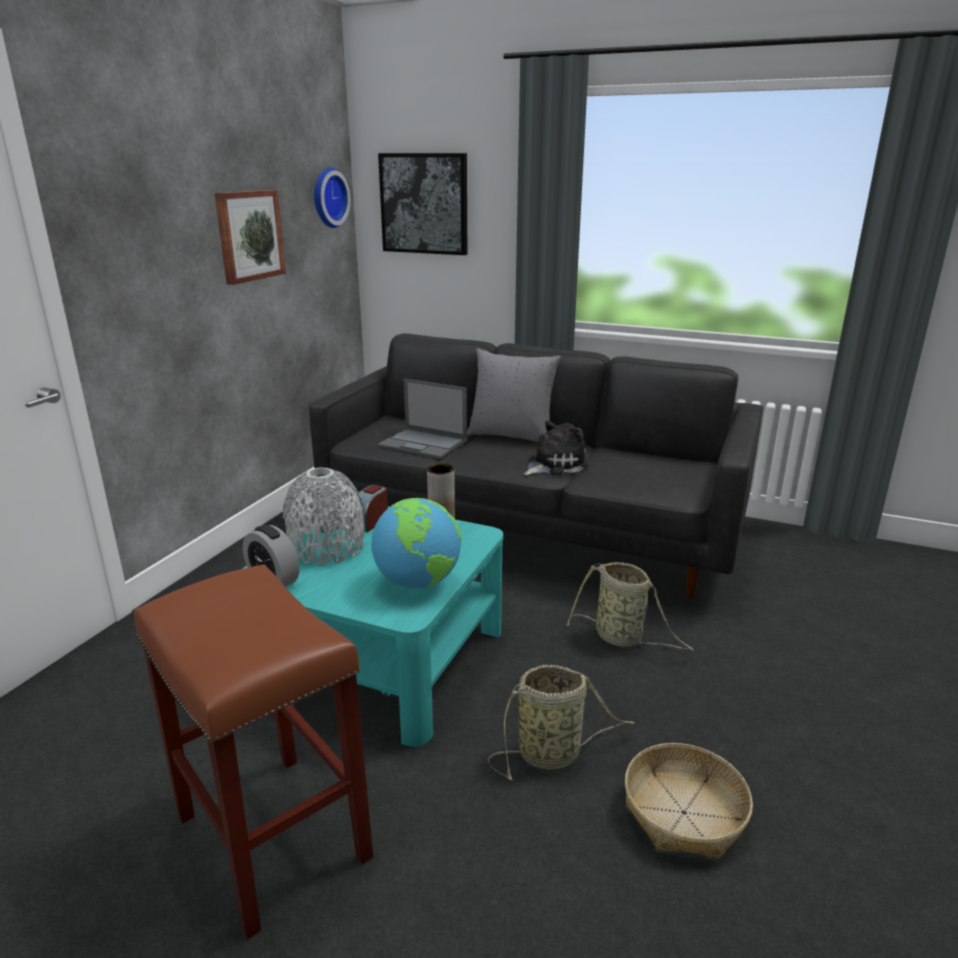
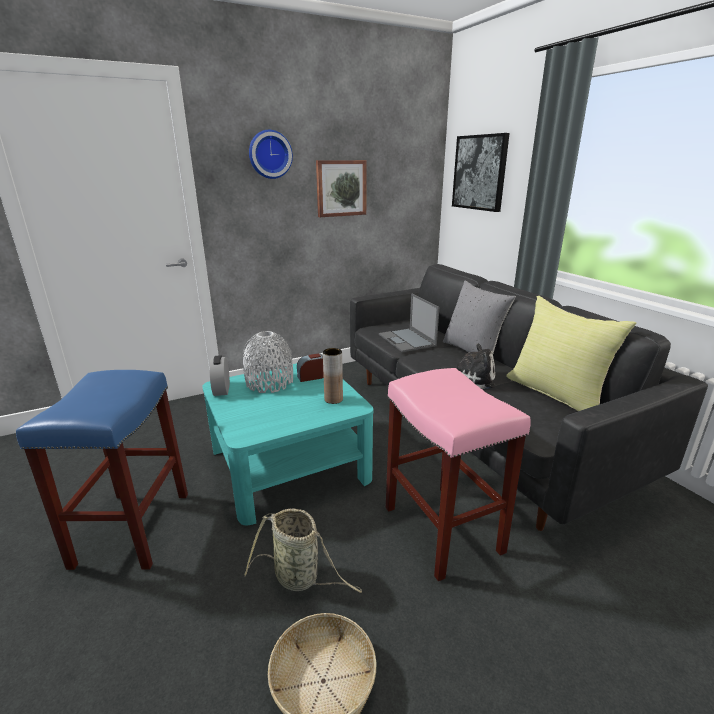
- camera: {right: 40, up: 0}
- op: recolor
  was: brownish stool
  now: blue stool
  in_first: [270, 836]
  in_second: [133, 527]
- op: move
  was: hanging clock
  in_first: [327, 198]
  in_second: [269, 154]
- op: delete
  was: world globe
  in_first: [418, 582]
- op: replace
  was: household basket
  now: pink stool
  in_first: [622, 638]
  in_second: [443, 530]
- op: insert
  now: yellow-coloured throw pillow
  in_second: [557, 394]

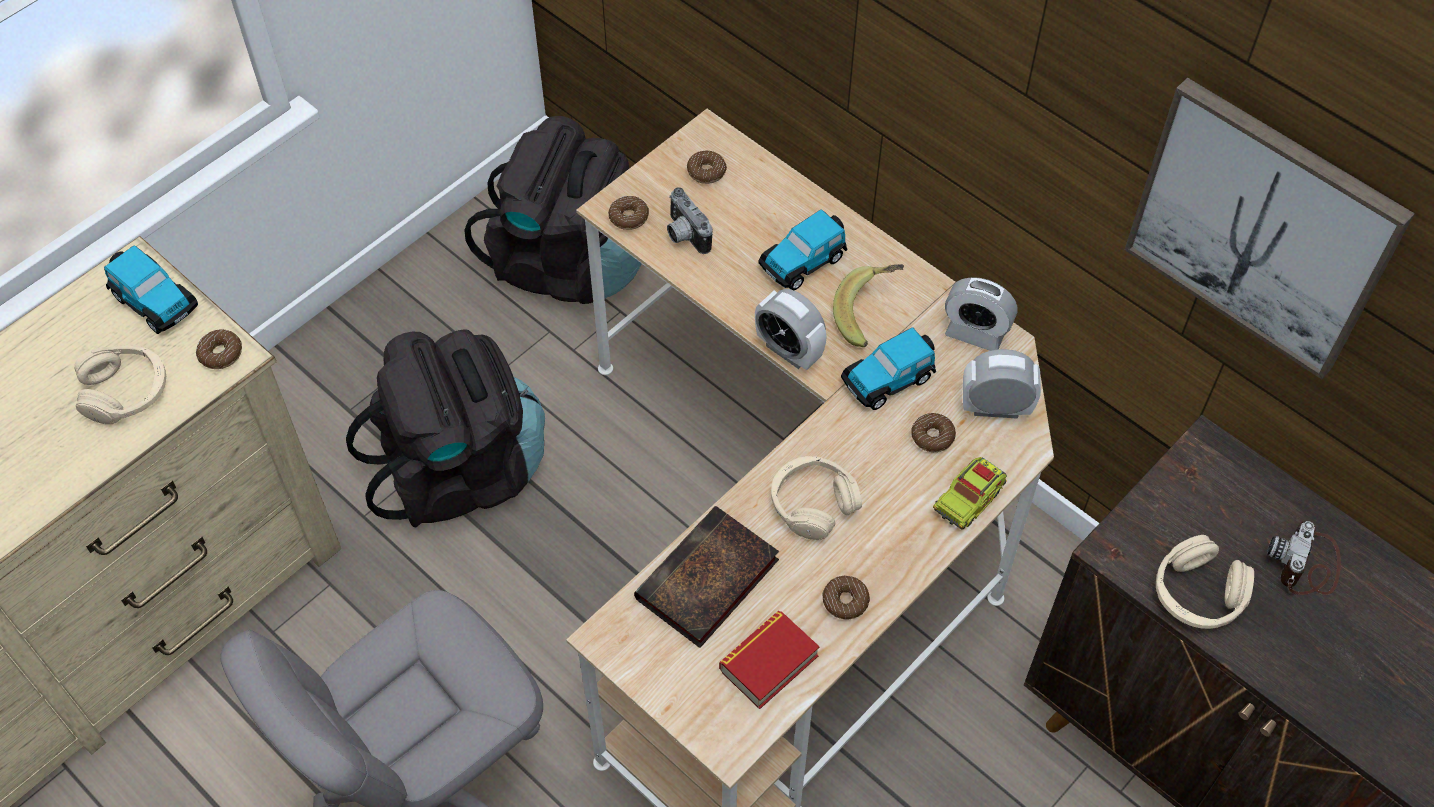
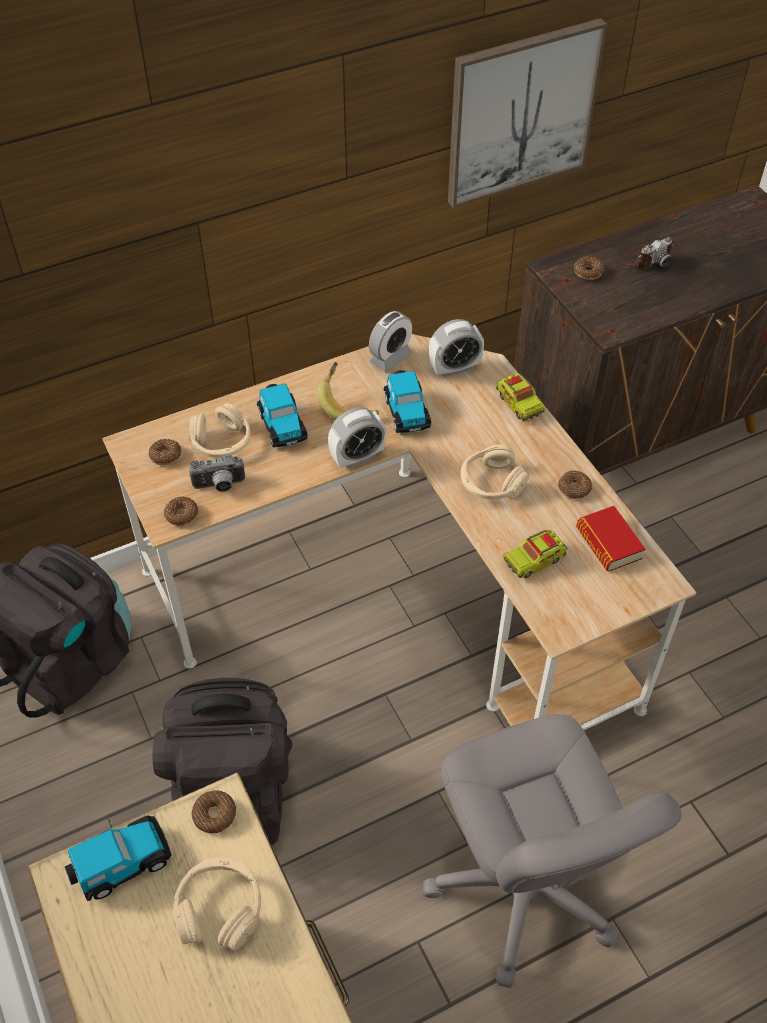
- camera: {right: -70, up: -5}
- op: replace
  was: bound book
  now: model truck
  in_first: [706, 583]
  in_second: [534, 560]
- op: move
  was: ring doughnut
  in_first: [932, 436]
  in_second: [588, 272]
- op: rotate
  was: alarm clock
  in_first: [995, 408]
  in_second: [454, 368]
  clockwise: -135
- op: move
  was: sand-coloured pair of headphones
  in_first: [1197, 594]
  in_second: [221, 442]
- op: rotate
  was: still camera
  in_first: [1306, 565]
  in_second: [646, 258]
  clockwise: -75

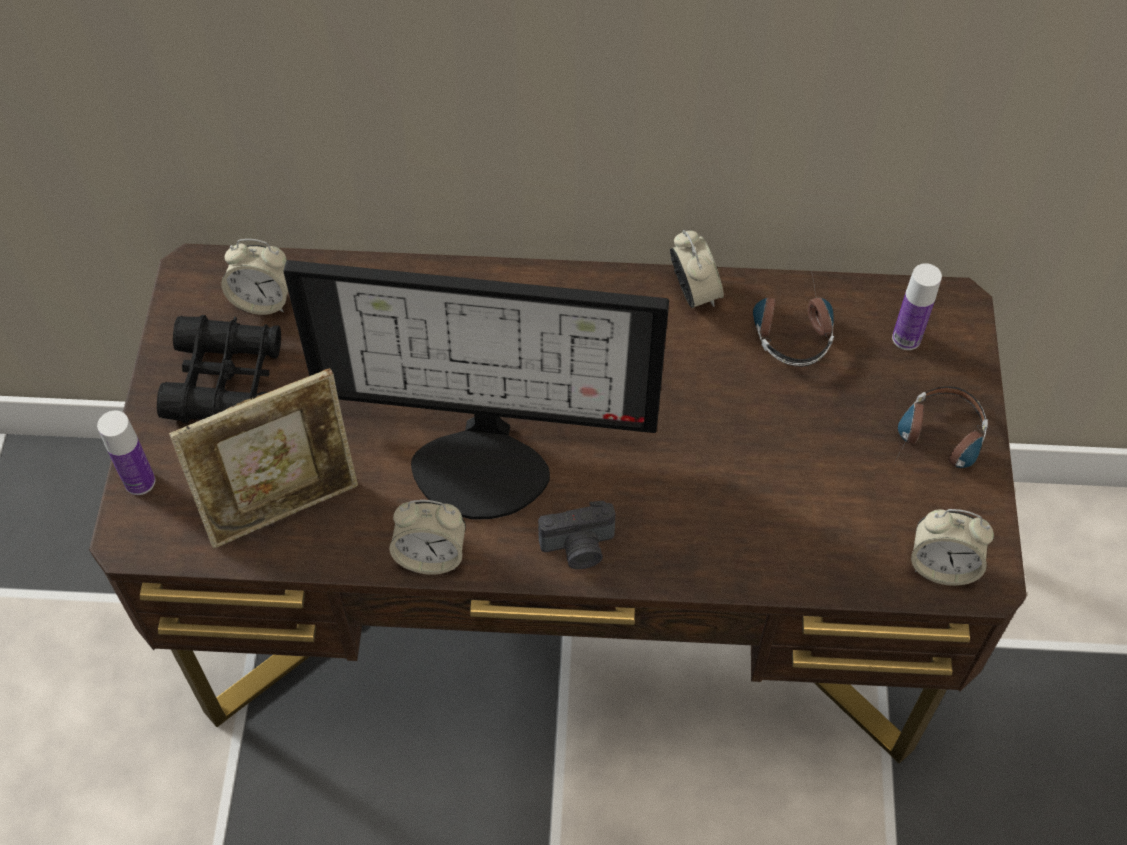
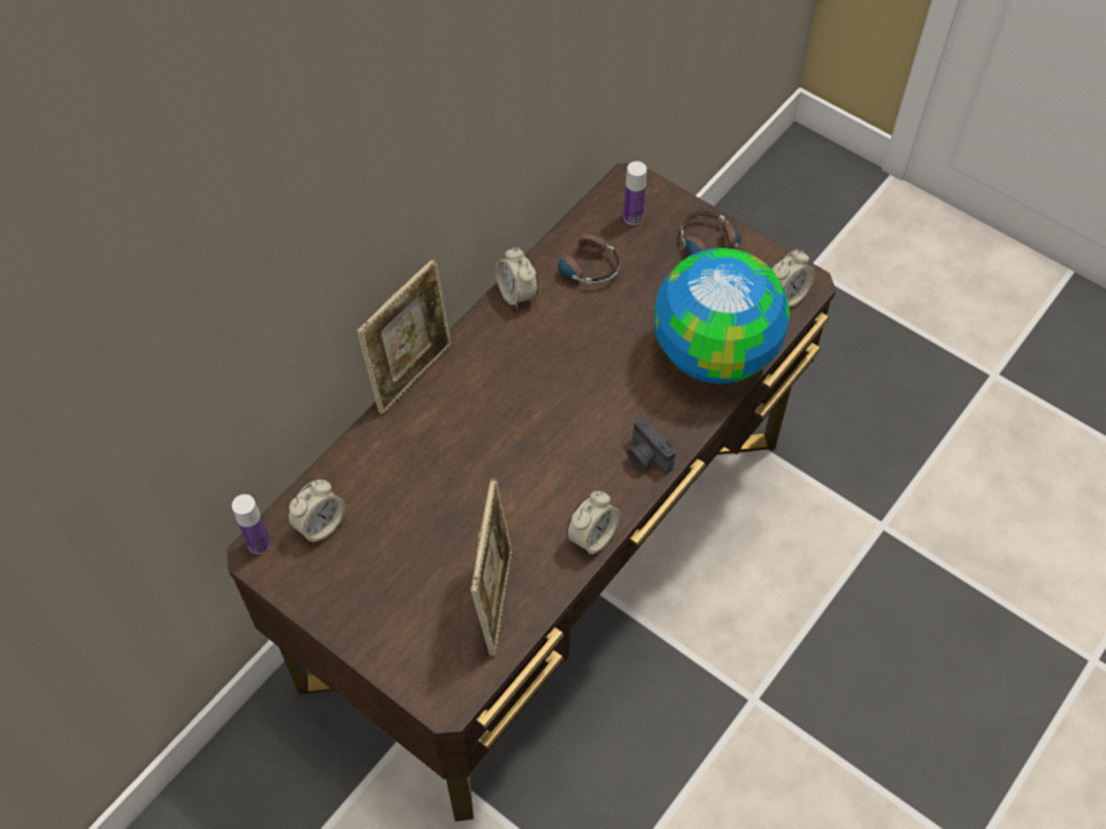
- camera: {right: -55, up: 0}
- op: move
  was: beverage bottle
  in_first: [140, 482]
  in_second: [259, 543]
- op: delete
  was: blackish pair of binoculars
  in_first: [225, 381]
- op: delete
  was: monitor
  in_first: [484, 460]
- op: rotate
  was: still camera
  in_first: [579, 548]
  in_second: [646, 457]
  clockwise: 120
- op: rotate
  was: alarm clock
  in_first: [694, 293]
  in_second: [517, 294]
  clockwise: -135
- op: insert
  now: standing frame
  in_second: [412, 374]
- op: insert
  now: world globe
  in_second: [713, 352]

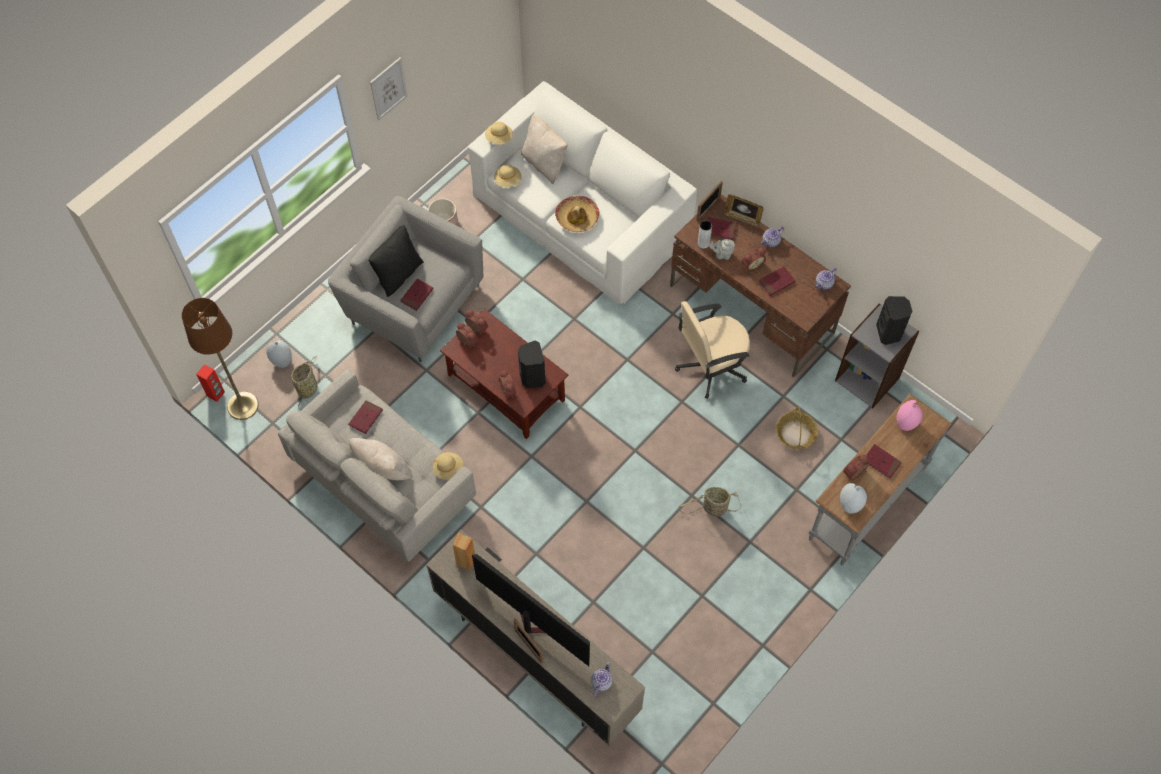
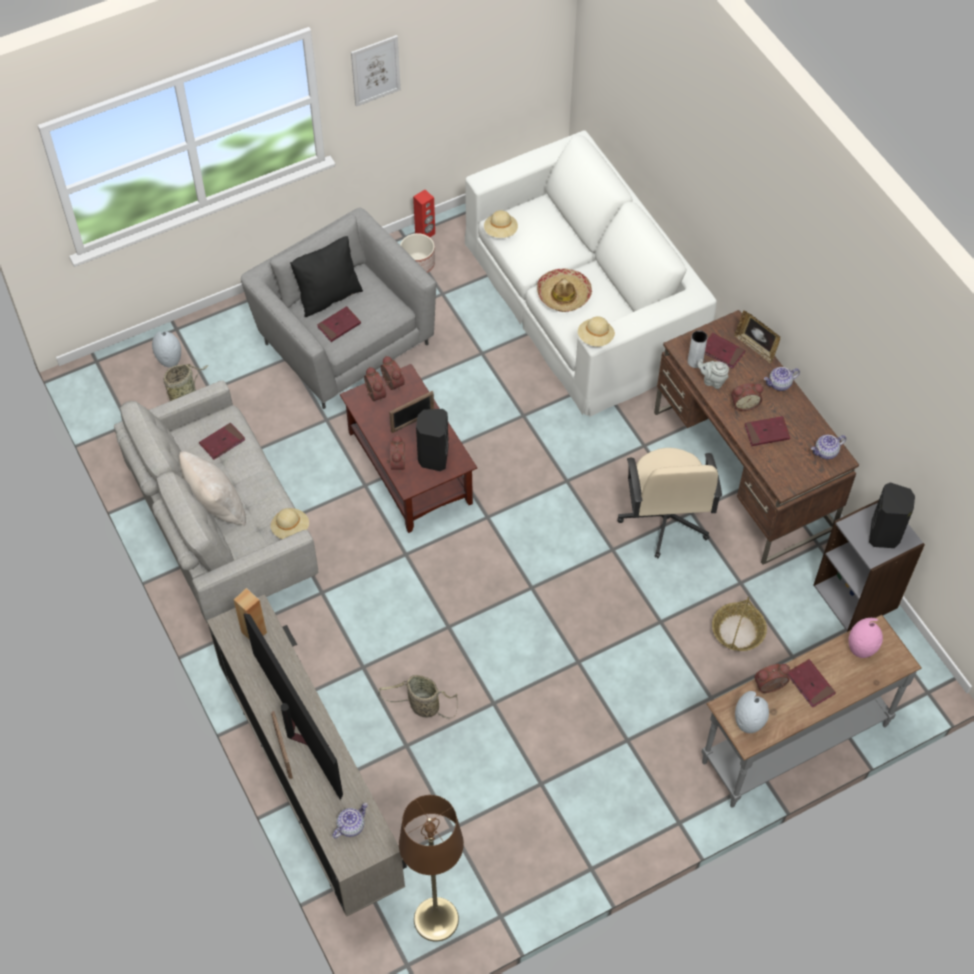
- camera: {right: 20, up: -5}
- op: move
  was: brownish floor lamp
  in_first: [243, 405]
  in_second: [436, 919]
- op: move
  was: red-coloured loudspeaker
  in_first: [216, 394]
  in_second: [425, 233]
- op: move
  was: sand-coloured hat
  in_first: [499, 138]
  in_second: [595, 338]
- op: delete
  was: sand-coloured throw pillow
  in_first: [544, 163]
- op: rotate
  was: sand-coloured desk chair
  in_first: [710, 366]
  in_second: [664, 520]
  clockwise: -90
- op: move
  was: household basket
  in_first: [712, 509]
  in_second: [422, 706]
- op: move
  was: standing frame
  in_first: [708, 209]
  in_second: [412, 422]

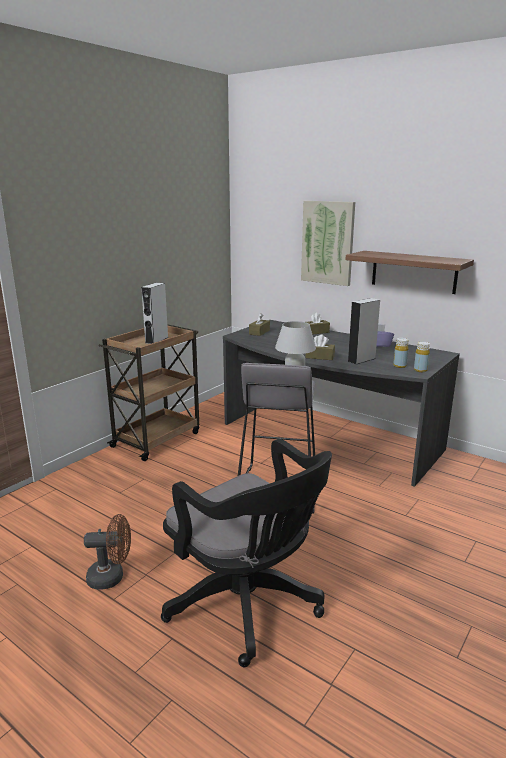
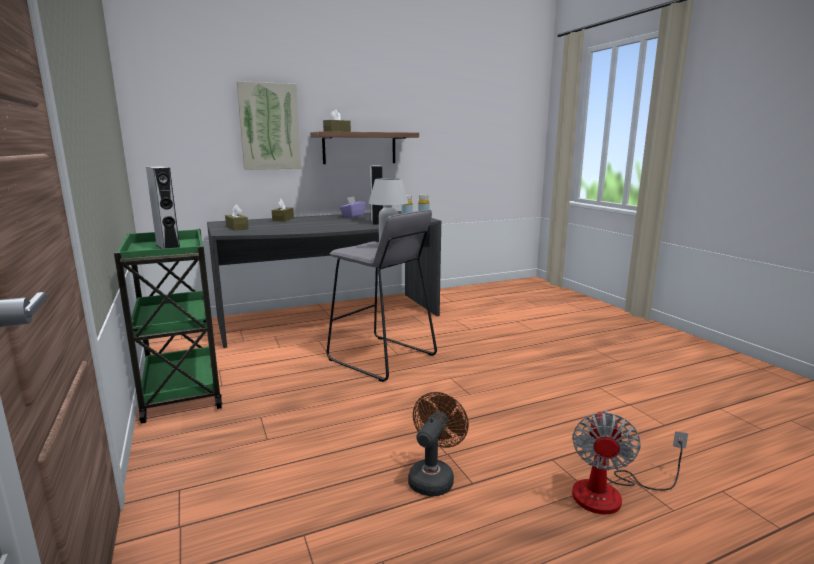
- camera: {right: -60, up: -5}
- op: recolor
  was: brownish cart
  now: green-coloured cart
  in_first: [157, 439]
  in_second: [182, 389]
- op: delete
  was: blackish desk chair
  in_first: [248, 605]
- op: move
  was: brownish tissue box
  in_first: [320, 357]
  in_second: [337, 131]
- op: insert
  now: fan
  in_second: [611, 493]

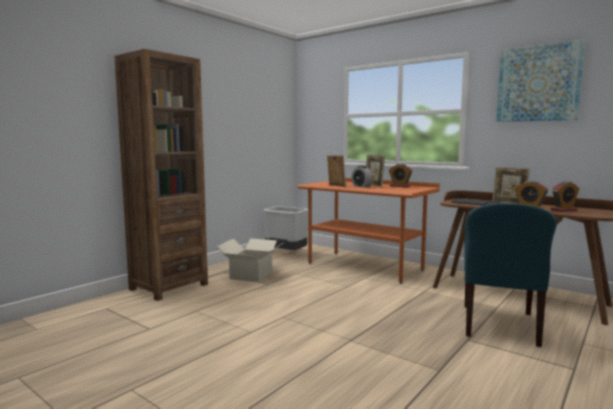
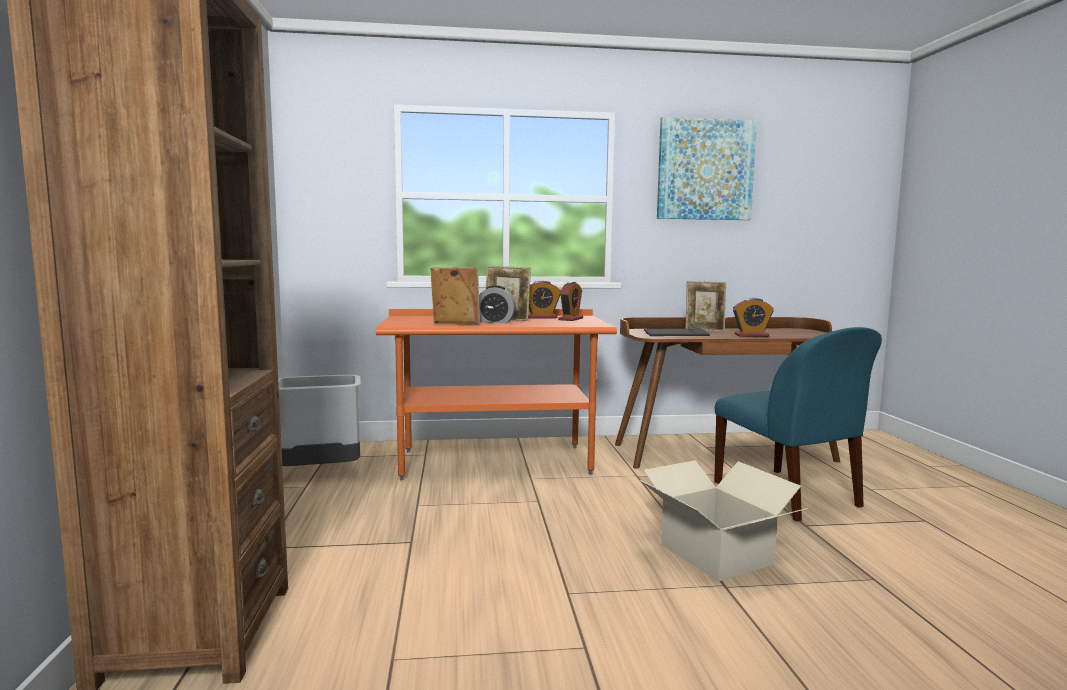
- camera: {right: -45, up: 0}
- op: move
  was: carton
  in_first: [252, 275]
  in_second: [716, 554]
- op: move
  was: alarm clock
  in_first: [563, 210]
  in_second: [570, 319]

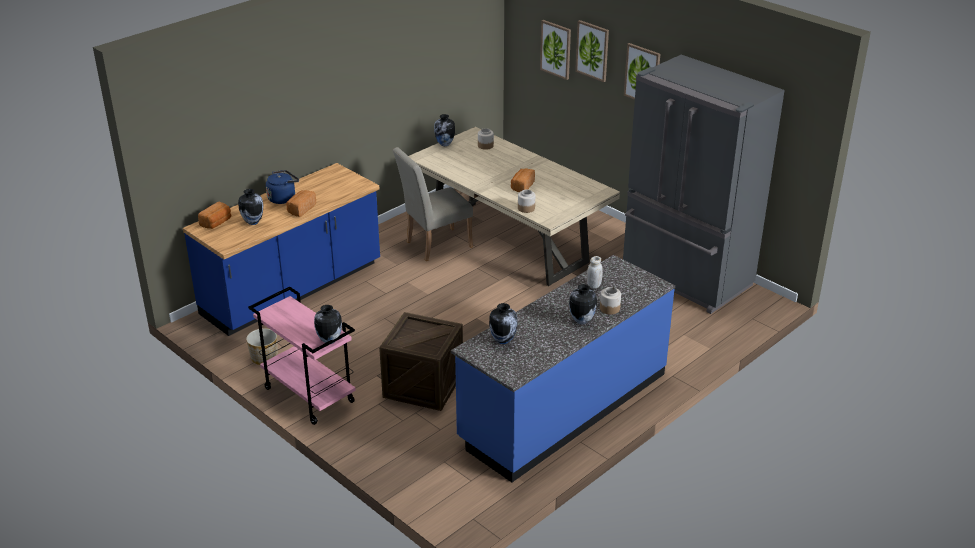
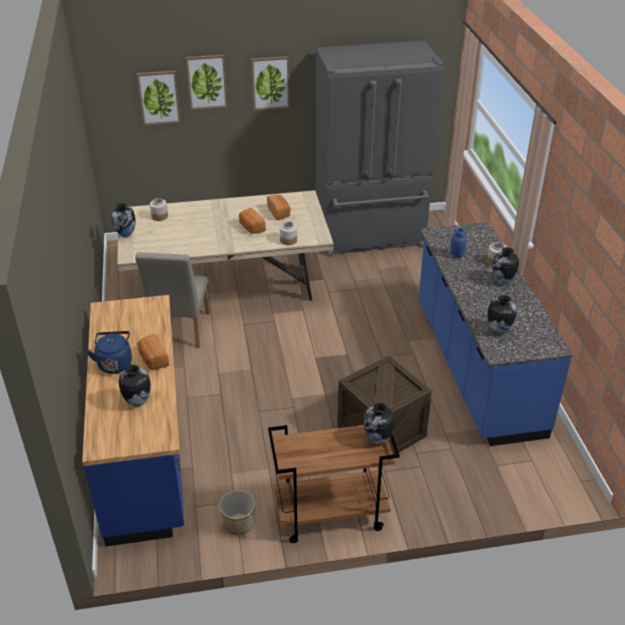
- camera: {right: -55, up: 5}
- op: move
  was: baked bread
  in_first: [217, 223]
  in_second: [279, 213]
- op: recolor
  was: pink cart
  now: brownish cart
  in_first: [308, 395]
  in_second: [330, 515]
- op: recolor
  was: white-coloured jar
  now: blue jar
  in_first: [593, 285]
  in_second: [456, 255]

